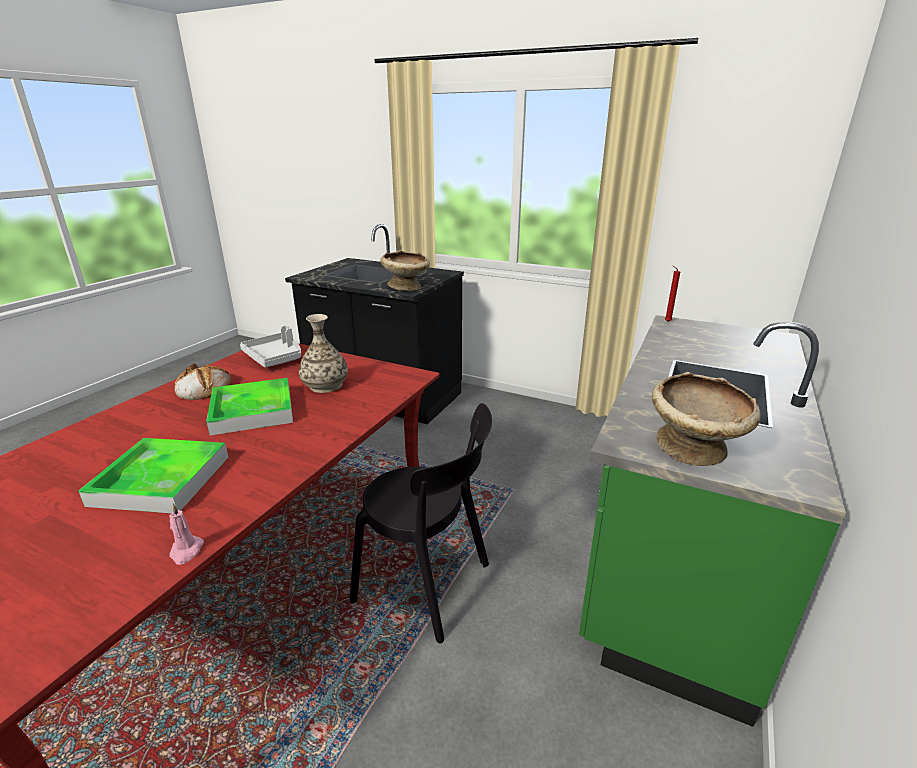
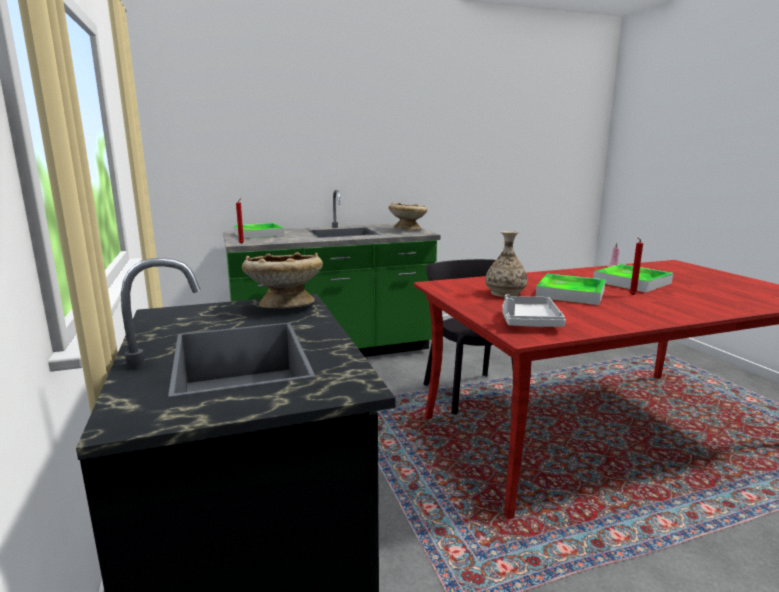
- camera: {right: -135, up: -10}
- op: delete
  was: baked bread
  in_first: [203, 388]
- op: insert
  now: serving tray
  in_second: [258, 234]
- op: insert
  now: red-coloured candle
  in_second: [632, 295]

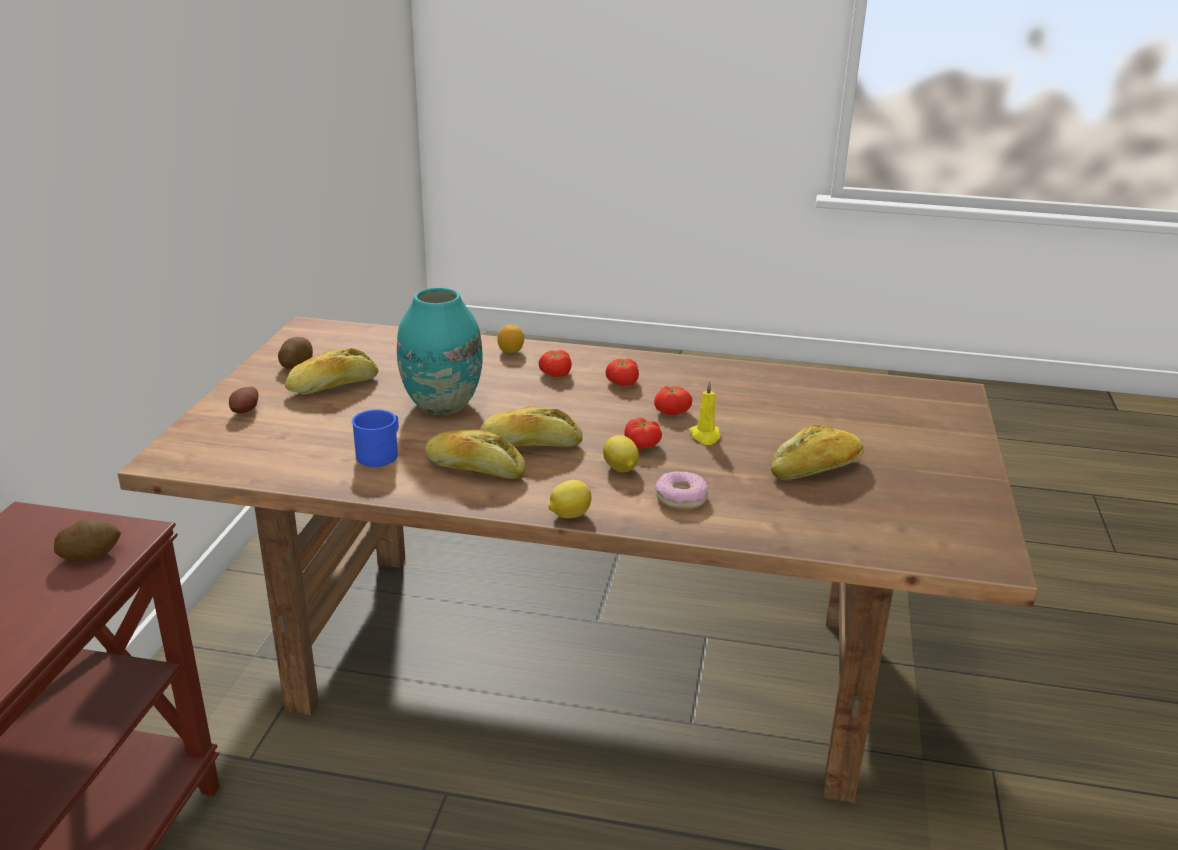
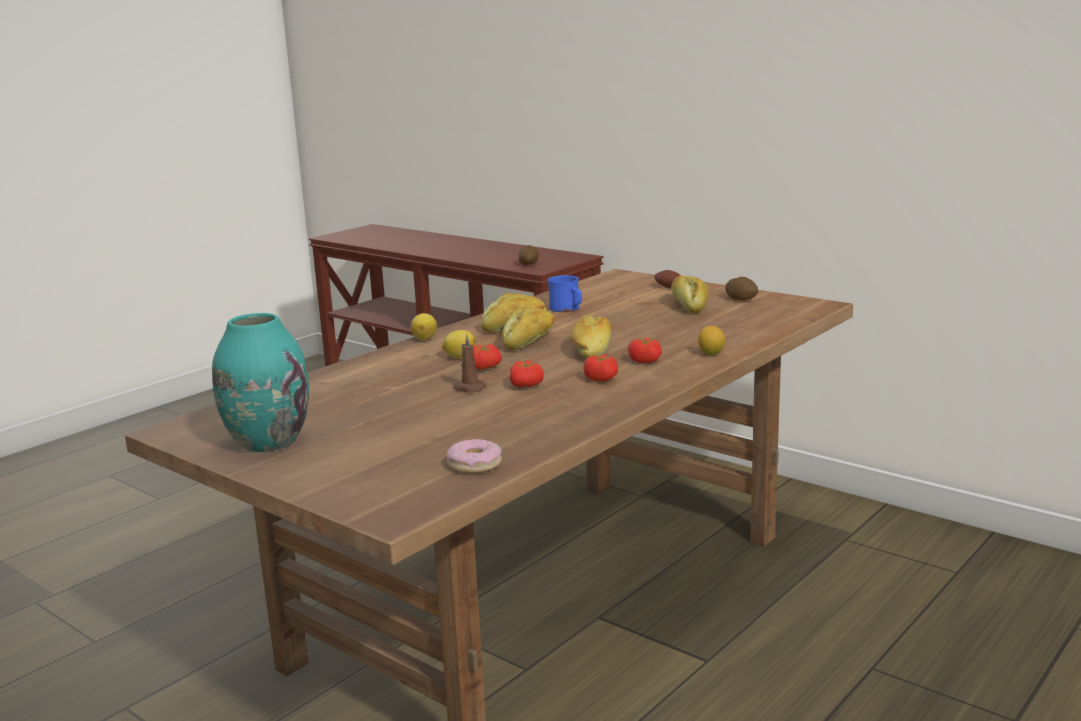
- camera: {right: 120, up: -10}
- op: move
  was: blue-green vase
  in_first: [441, 405]
  in_second: [268, 442]
- op: move
  was: ring doughnut
  in_first: [681, 498]
  in_second: [474, 465]
- op: recolor
  was: yellow-coloured candle
  now: brownish candle
  in_first: [705, 436]
  in_second: [468, 388]
- op: move
  was: baked bread
  in_first: [817, 469]
  in_second: [591, 351]

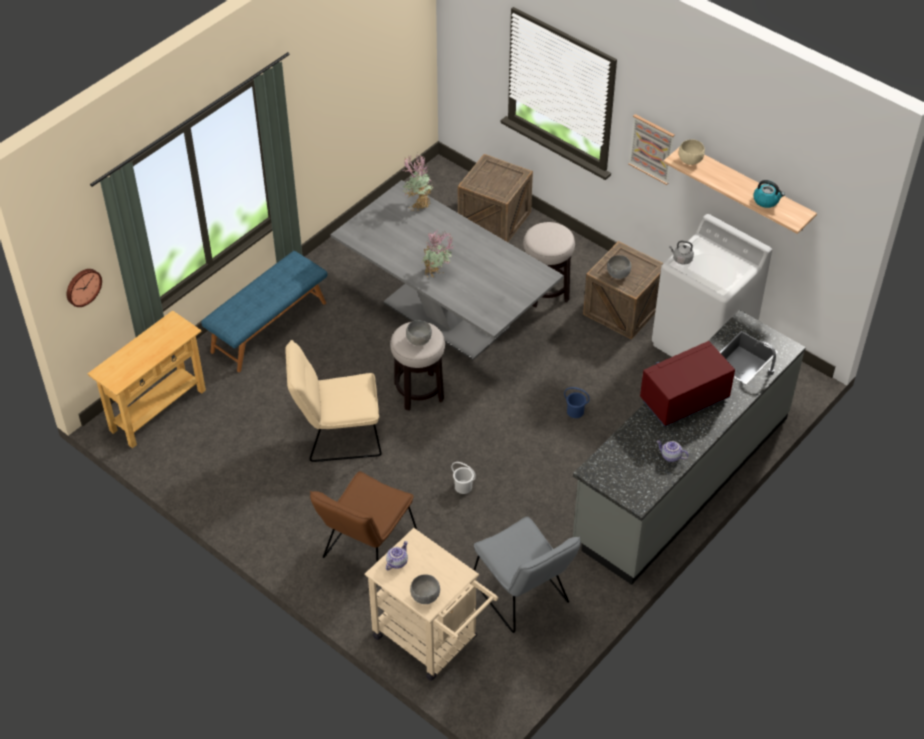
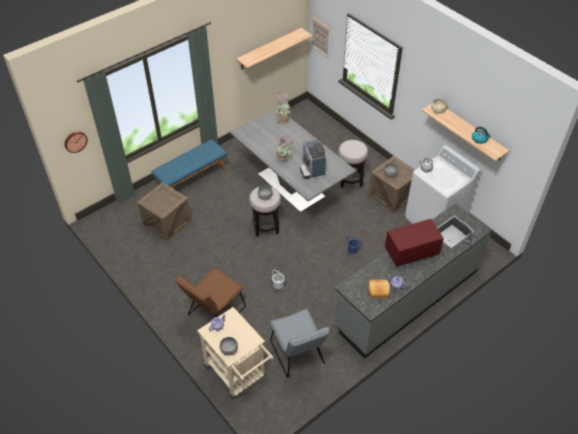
- camera: {right: 10, up: 0}
- op: delete
  was: sand-coloured narrow table
  in_first: [158, 410]
- op: delete
  was: sand-coloured upright chair
  in_first: [337, 435]
- op: move
  was: packing crate
  in_first: [494, 219]
  in_second: [167, 223]
- op: move
  was: wall art
  in_first: [651, 148]
  in_second: [321, 37]
- op: insert
  now: wall shelf
  in_second: [269, 49]
- op: insert
  now: coffee machine
  in_second: [312, 169]
- op: insert
  now: baked bread
  in_second: [378, 291]

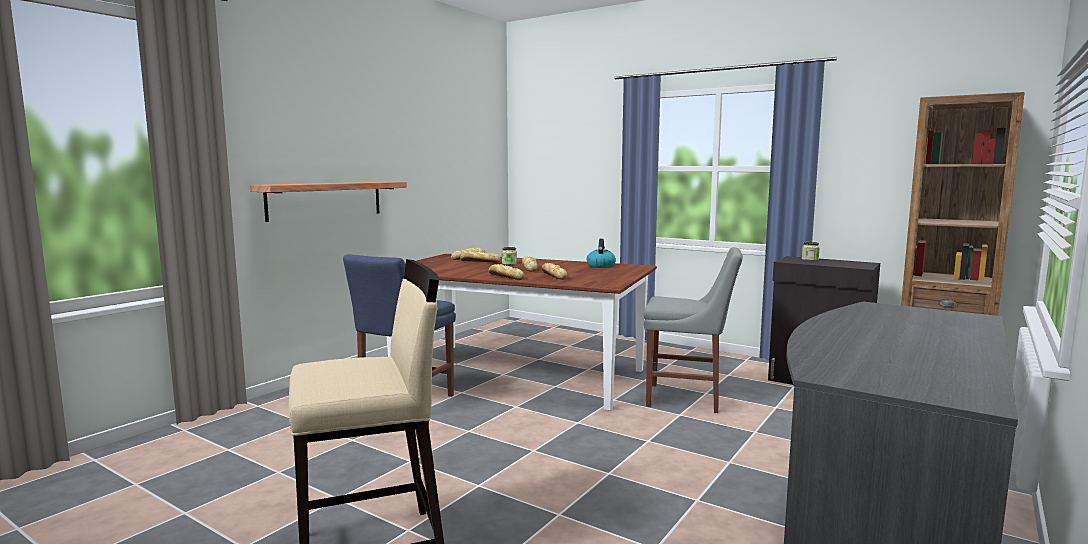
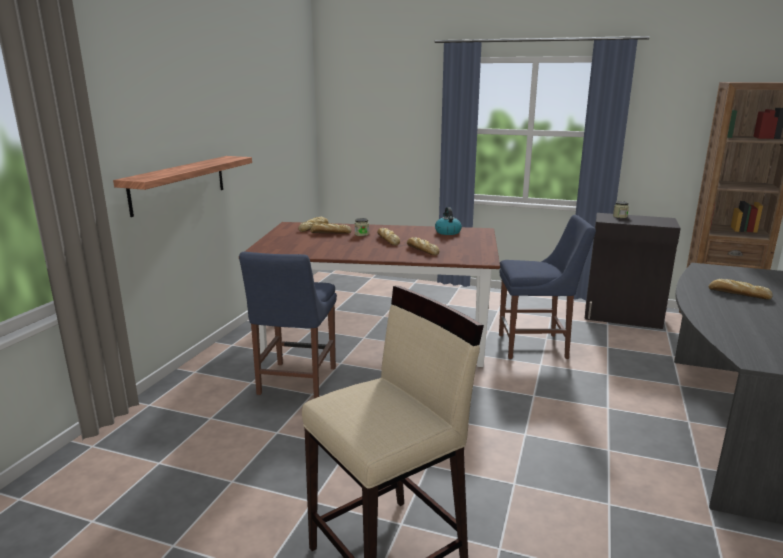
- camera: {right: -15, up: 10}
- op: move
  was: baked bread
  in_first: [505, 277]
  in_second: [737, 294]
- op: recolor
  was: grey upright chair
  now: blue upright chair
  in_first: [688, 399]
  in_second: [536, 346]

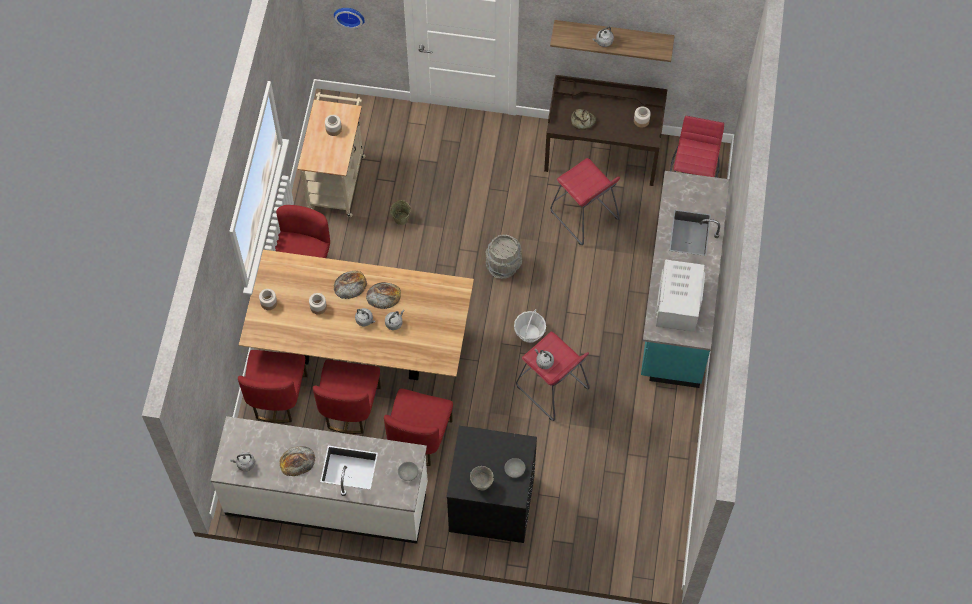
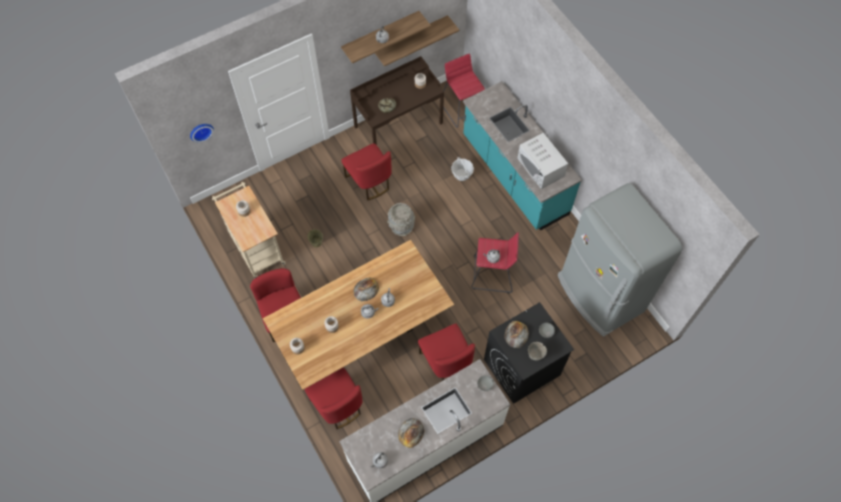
- camera: {right: -40, up: 0}
- op: move
  was: red-coloured upright chair
  in_first: [350, 407]
  in_second: [369, 182]
- op: move
  was: baked bread
  in_first: [350, 284]
  in_second: [516, 334]
- op: move
  was: household basket
  in_first: [529, 333]
  in_second: [461, 174]
- op: delete
  was: red-coloured stool
  in_first: [584, 216]
- op: insert
  now: wall shelf
  in_second: [410, 38]
- op: insert
  now: grey refrigerator
  in_second: [599, 294]

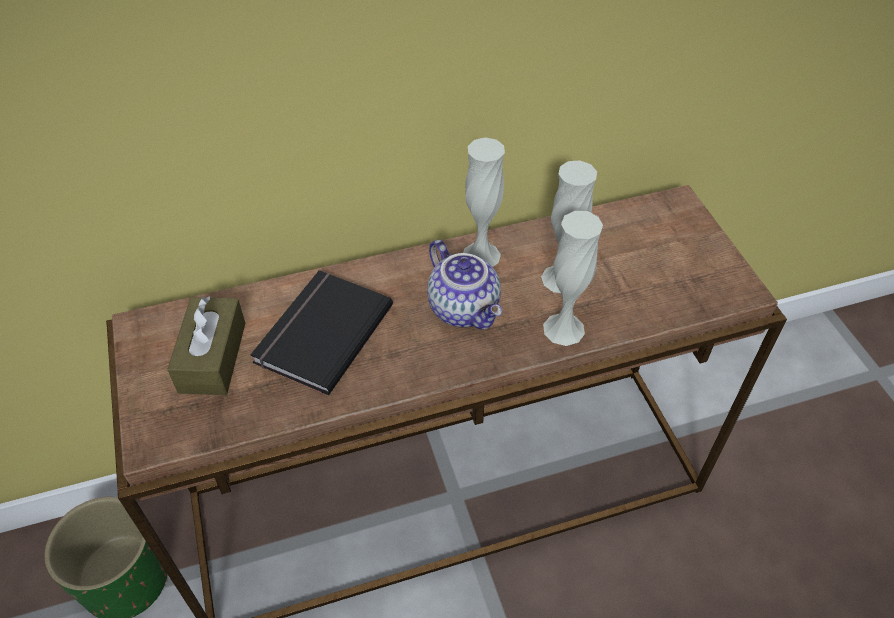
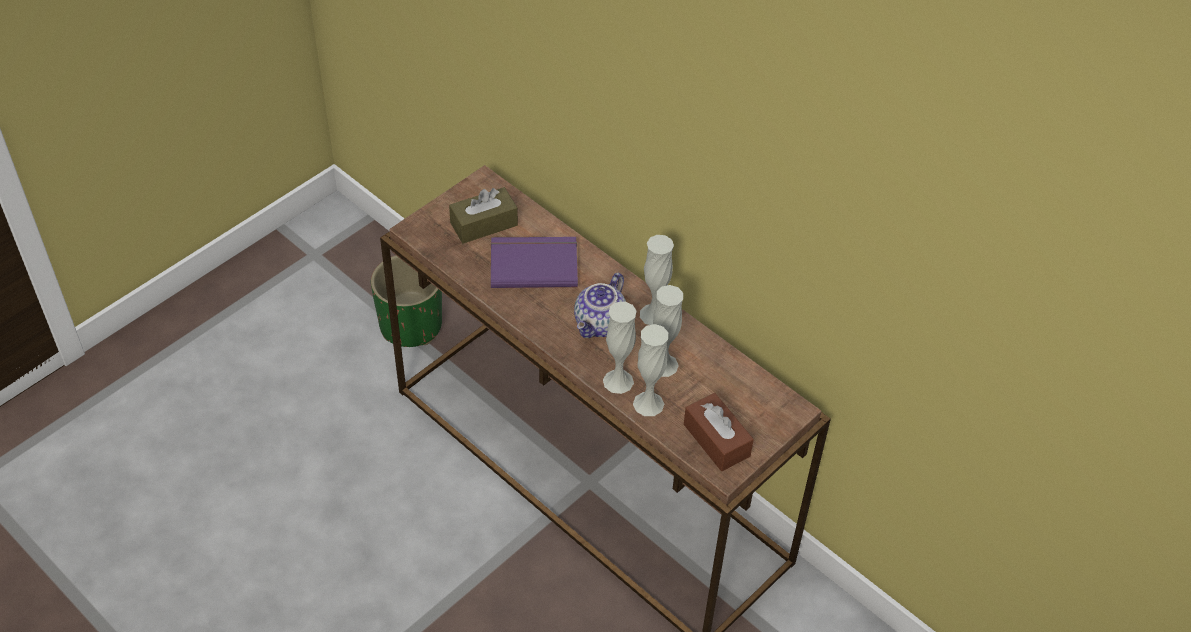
- camera: {right: 60, up: 0}
- op: recolor
  was: blackish bound book
  now: purplish bound book
  in_first: [320, 333]
  in_second: [533, 263]
- op: insert
  now: white-coloured vase
  in_second: [648, 404]
- op: insert
  now: brownish tissue box
  in_second: [716, 440]

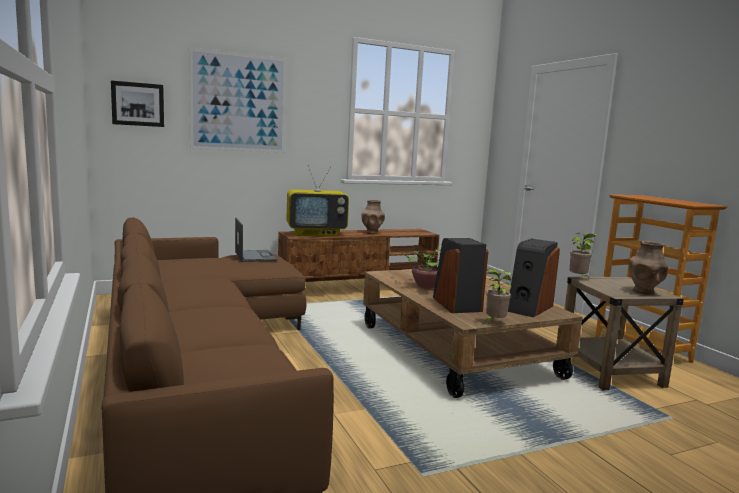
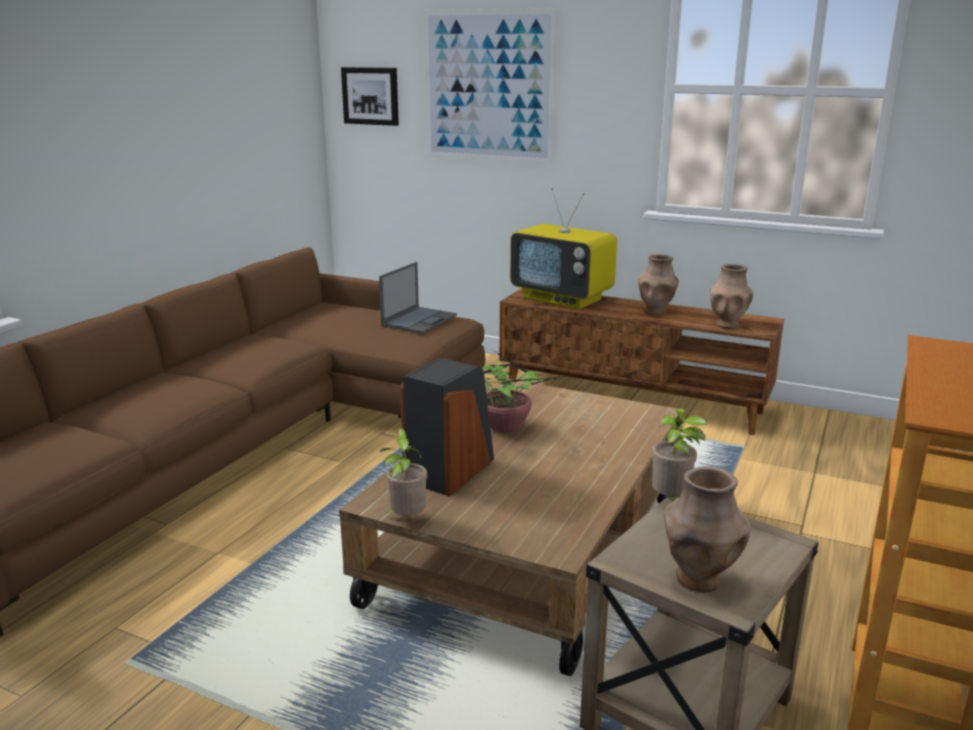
- camera: {right: 50, up: 10}
- op: delete
  was: loudspeaker
  in_first: [529, 308]
- op: insert
  now: brownish vase
  in_second: [727, 325]

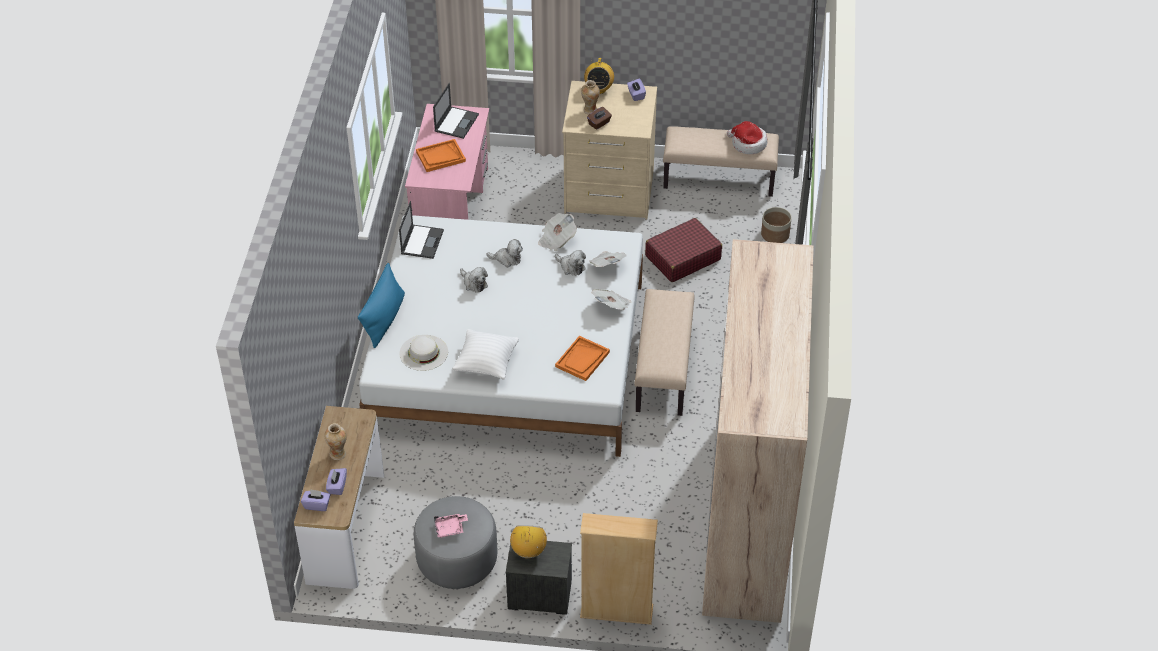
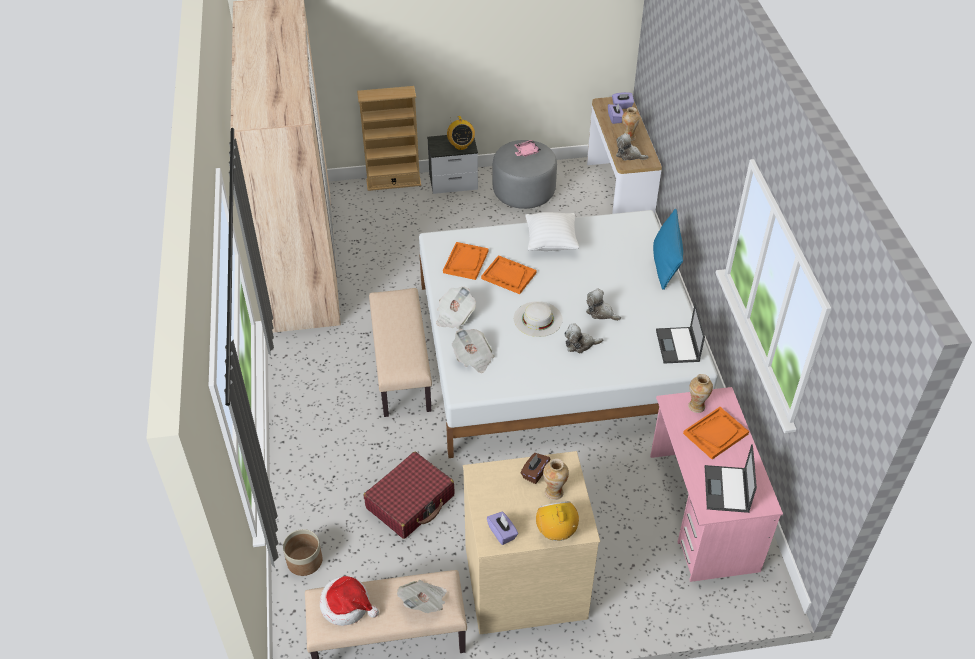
- camera: {right: 165, up: 0}
- op: move
  was: white-coloured hat
  in_first: [423, 352]
  in_second: [538, 319]
- op: move
  was: daily paper
  in_first: [556, 239]
  in_second: [424, 602]
- op: move
  was: soft toy
  in_first: [571, 267]
  in_second: [629, 155]
- op: insert
  now: orange-coloured serving tray
  in_second: [508, 276]
- op: insert
  now: vase
  in_second: [696, 406]

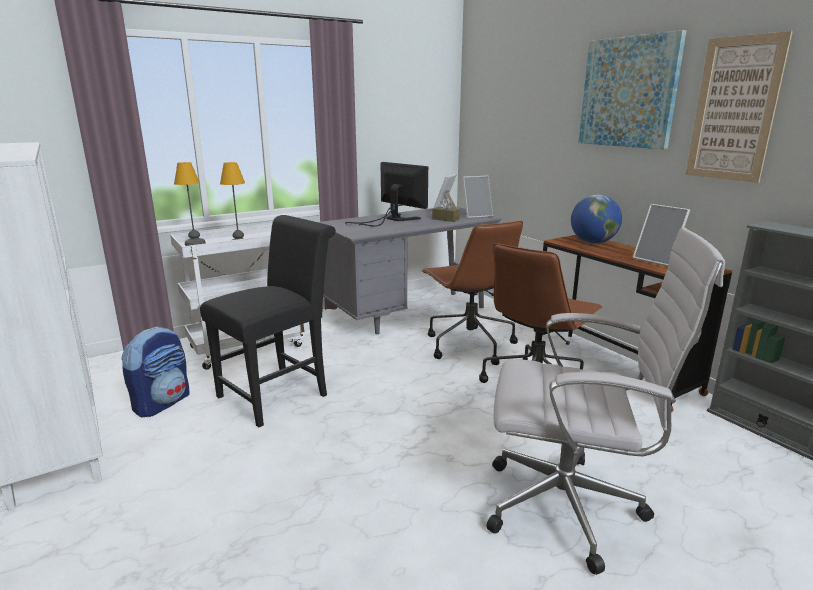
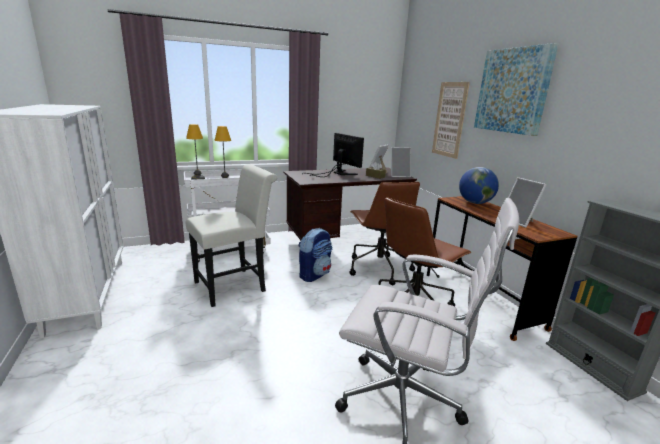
- camera: {right: 10, up: 0}
- op: move
  was: rucksack
  in_first: [162, 402]
  in_second: [314, 274]
- op: recolor
  was: blackish upright chair
  now: white-coloured upright chair
  in_first: [279, 393]
  in_second: [235, 285]
- op: recolor
  was: grey desk
  now: brownish desk
  in_first: [409, 314]
  in_second: [345, 240]
- op: move
  was: wall art
  in_first: [734, 109]
  in_second: [449, 120]

